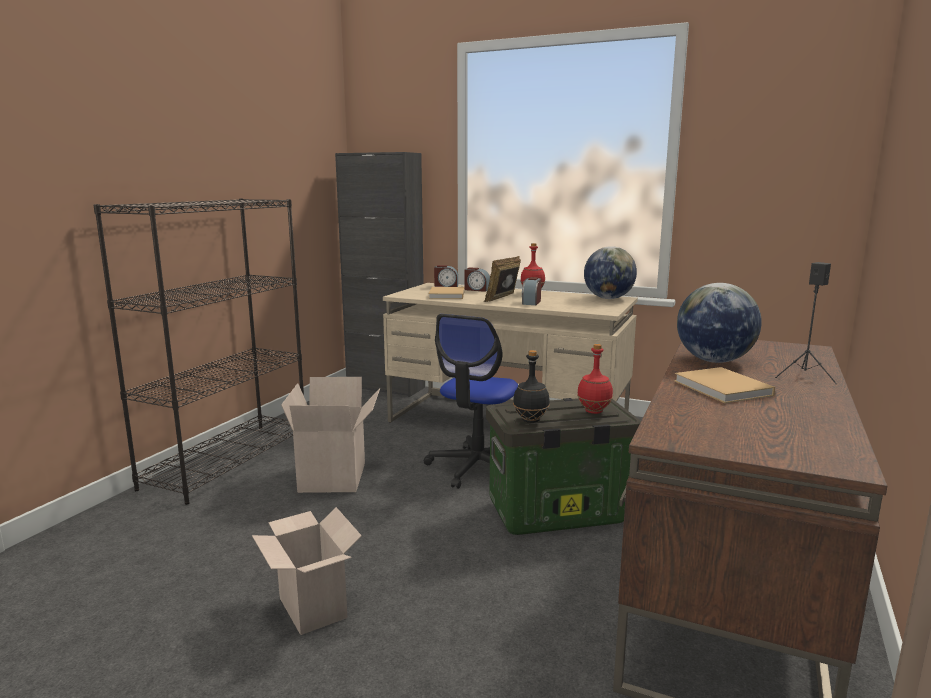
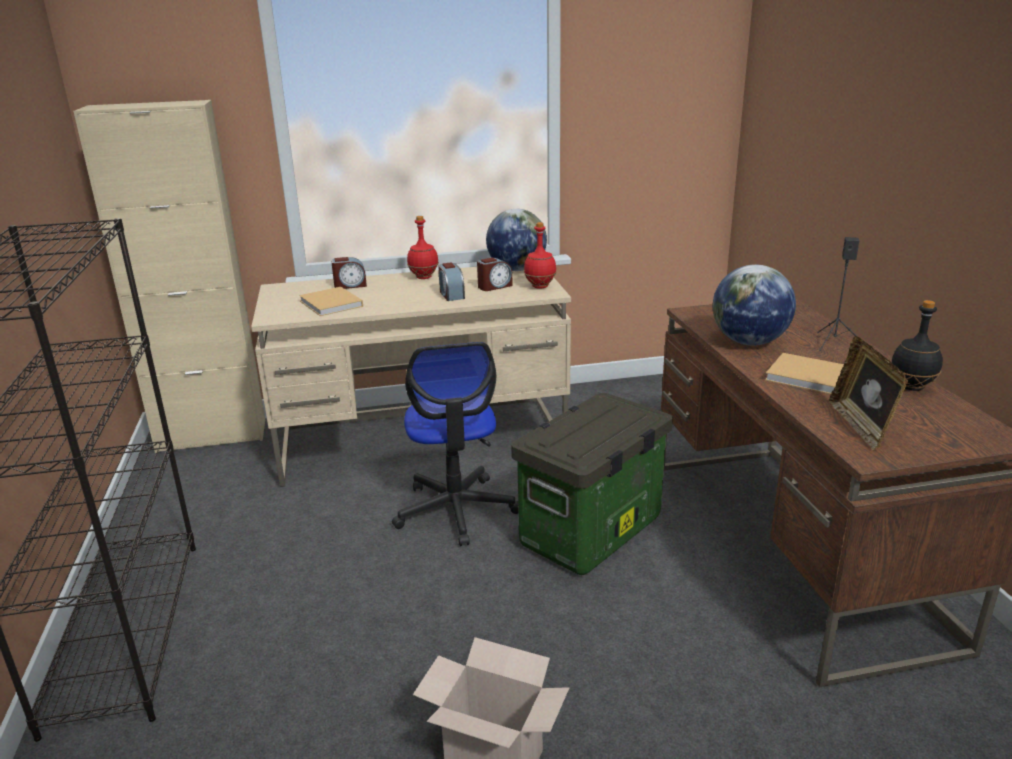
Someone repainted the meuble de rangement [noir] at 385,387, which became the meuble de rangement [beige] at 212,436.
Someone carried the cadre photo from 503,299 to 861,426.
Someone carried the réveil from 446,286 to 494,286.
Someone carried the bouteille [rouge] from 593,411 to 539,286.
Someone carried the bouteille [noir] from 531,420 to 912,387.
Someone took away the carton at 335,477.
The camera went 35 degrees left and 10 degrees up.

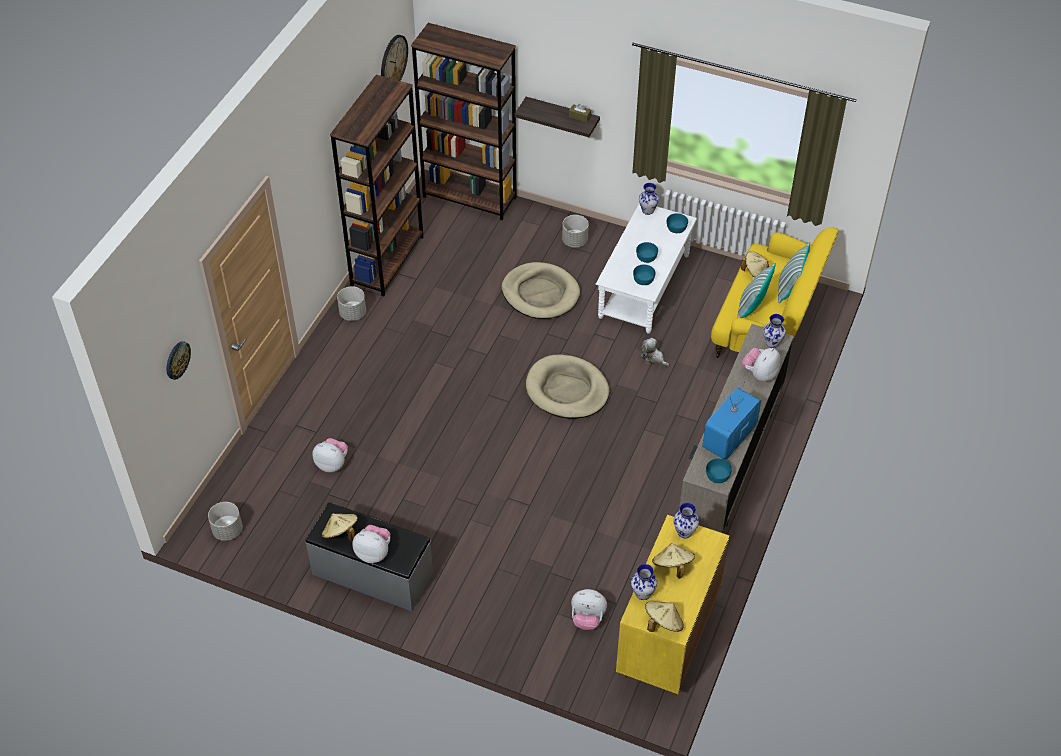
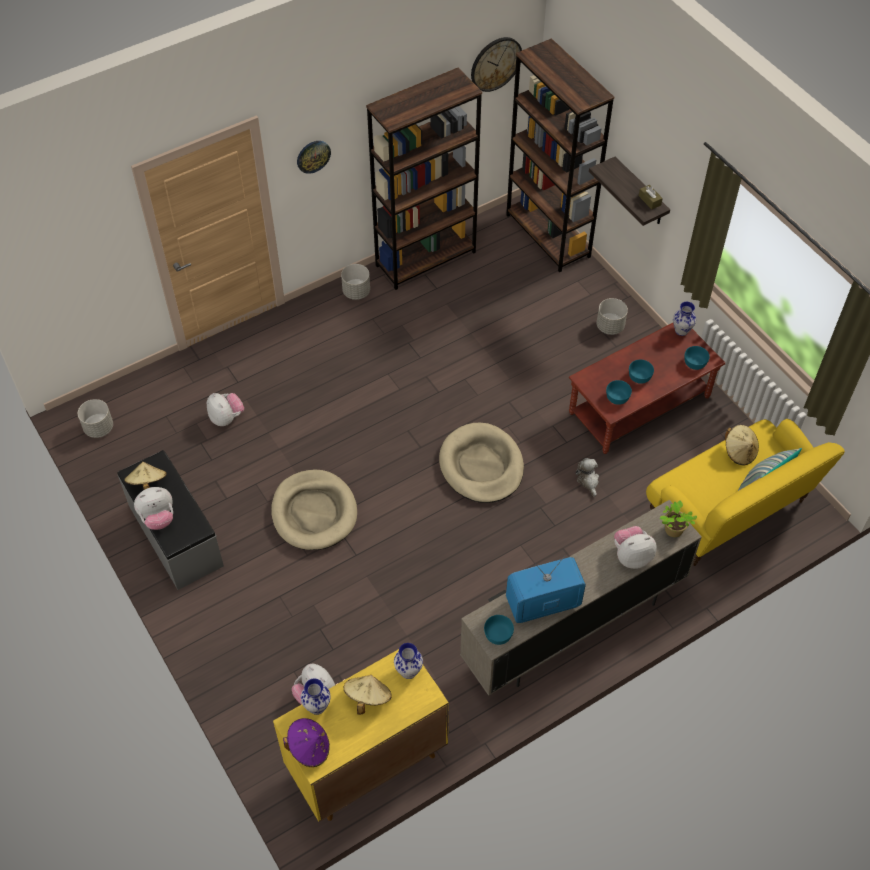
Someone repainted the table basse [blanc] at 644,286, which became the table basse [marron] at 639,405.
Someone carried the panier pour chien [beige] from 540,293 to 314,512.
Someone took away the coussin at 752,307.
Someone swapped the vase at 772,342 for the plante en pot at 672,531.
Someone carried the horloge murale from 177,360 to 313,156.
Someone rotated the peluche at 374,553 by 105 degrees clockwise.
Someone repainted the chapeau [beige] at 663,623, which became the chapeau [violet] at 309,748.
The camera went 35 degrees right and 5 degrees up.

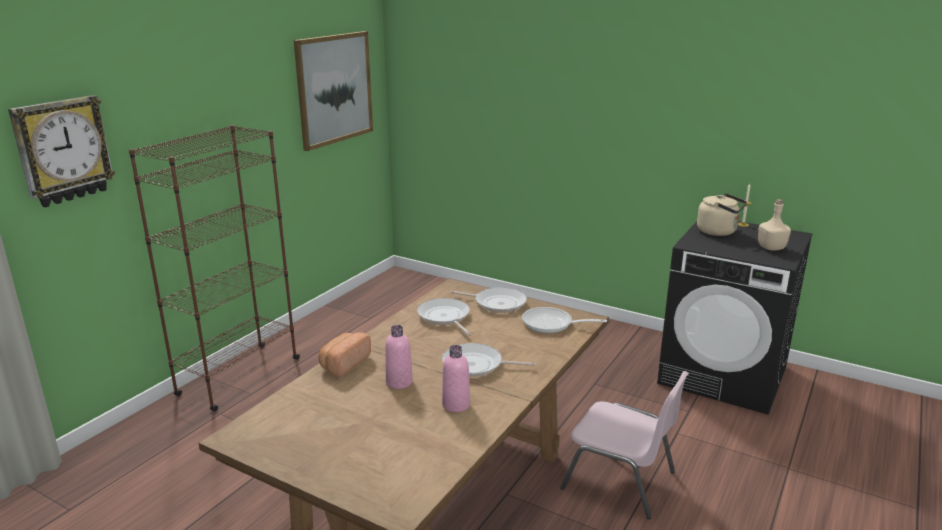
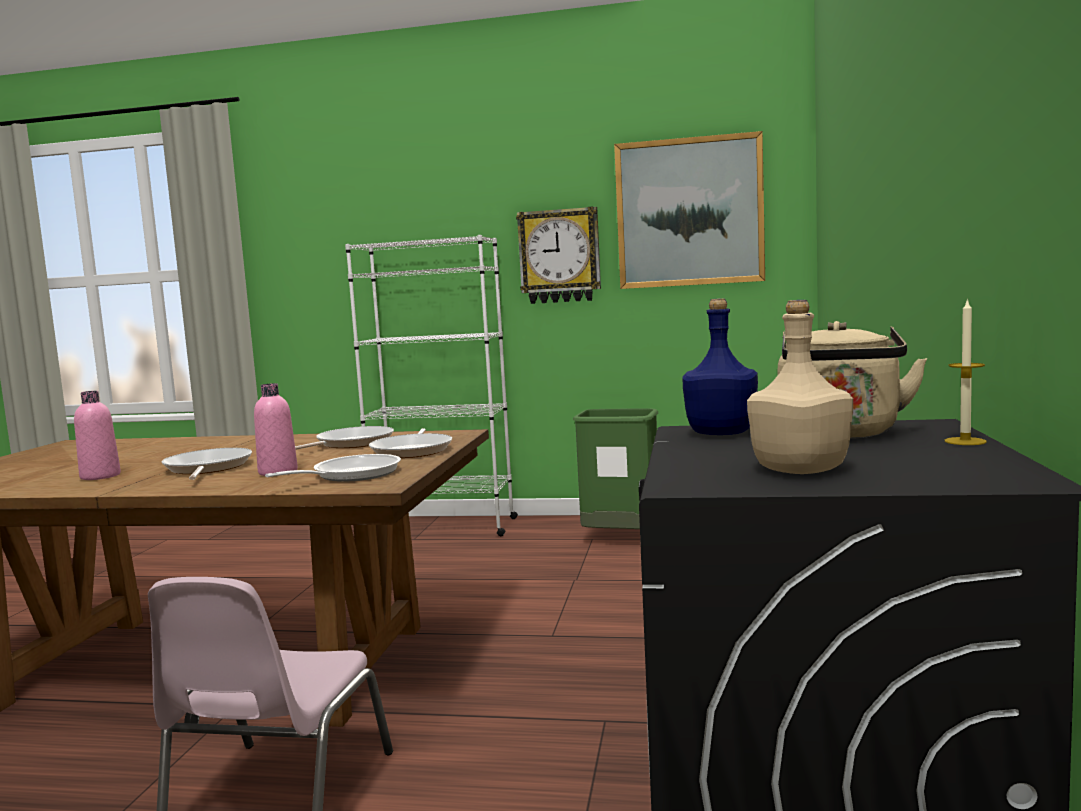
Someone carried the horloge murale from 63,150 to 559,256.
Someone repainted the bibliothèque [marron] at 238,376, which became the bibliothèque [blanc] at 444,527.
Someone rotated the poêle at 552,324 by 45 degrees clockwise.
Someone carried the bouteille [rose] from 399,382 to 278,472.
Someone took away the pain at 343,364.
Someone put down the bouteille [bleu] at 719,433.
Someone put down the poubelle [vert] at 621,540.
The camera went 70 degrees right and 15 degrees down.

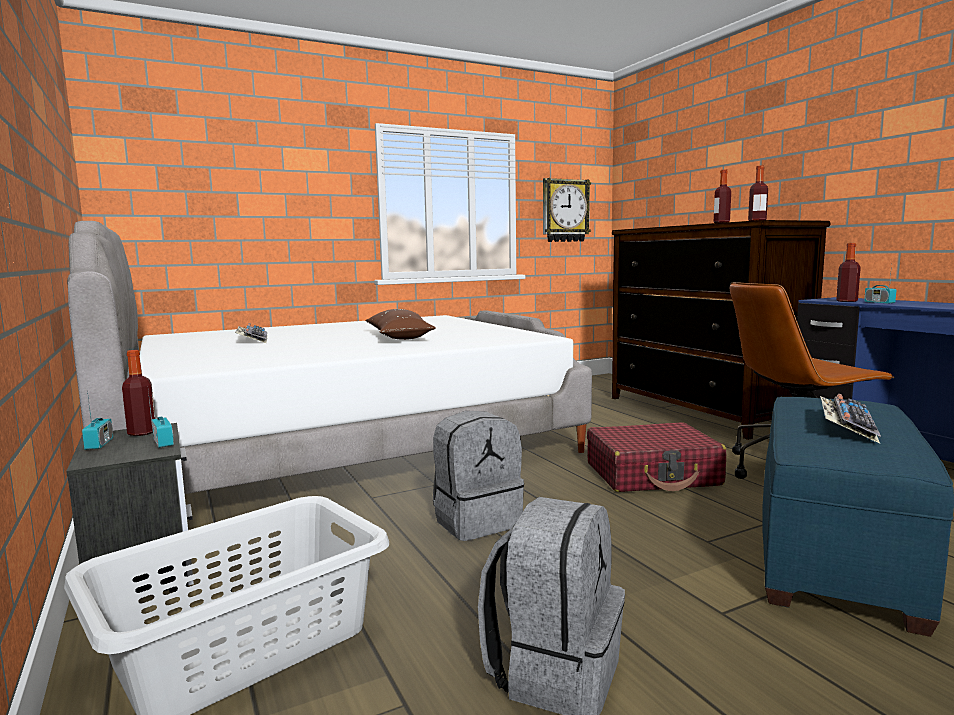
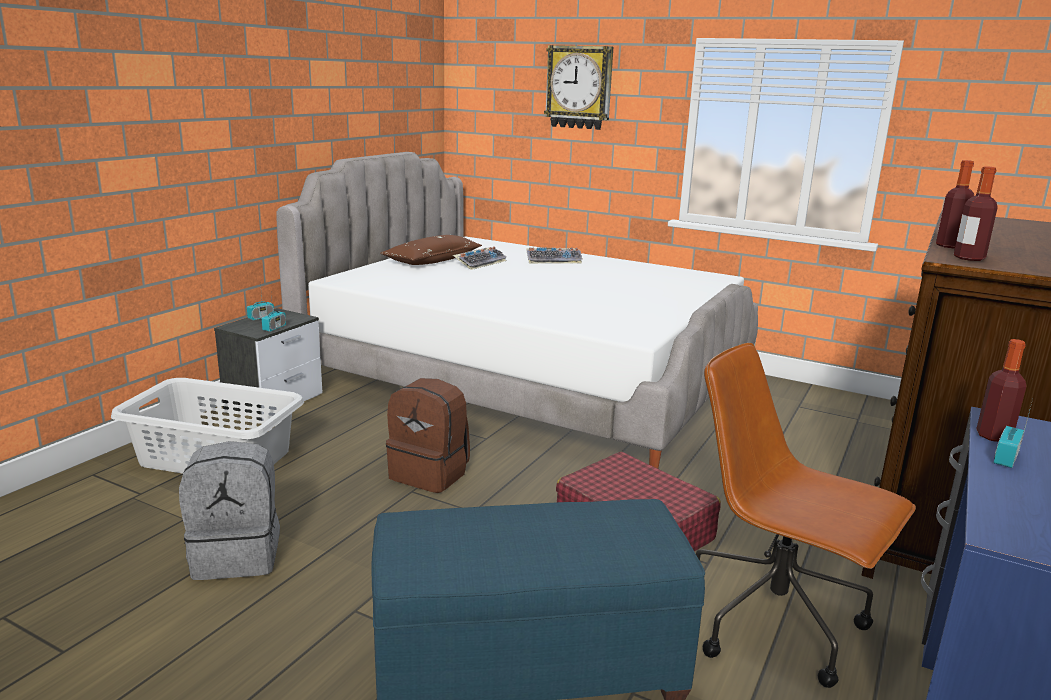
Someone carried the horloge murale from 565,210 to 579,87.
Someone carried the coussin [marron] from 398,337 to 432,260.
Someone took away the bouteille at 142,433.
Someone carried the clavier from 846,426 to 554,260.
Someone repainted the sac à dos [gris] at 477,521, which became the sac à dos [marron] at 430,474.
The camera went 55 degrees right and 10 degrees up.

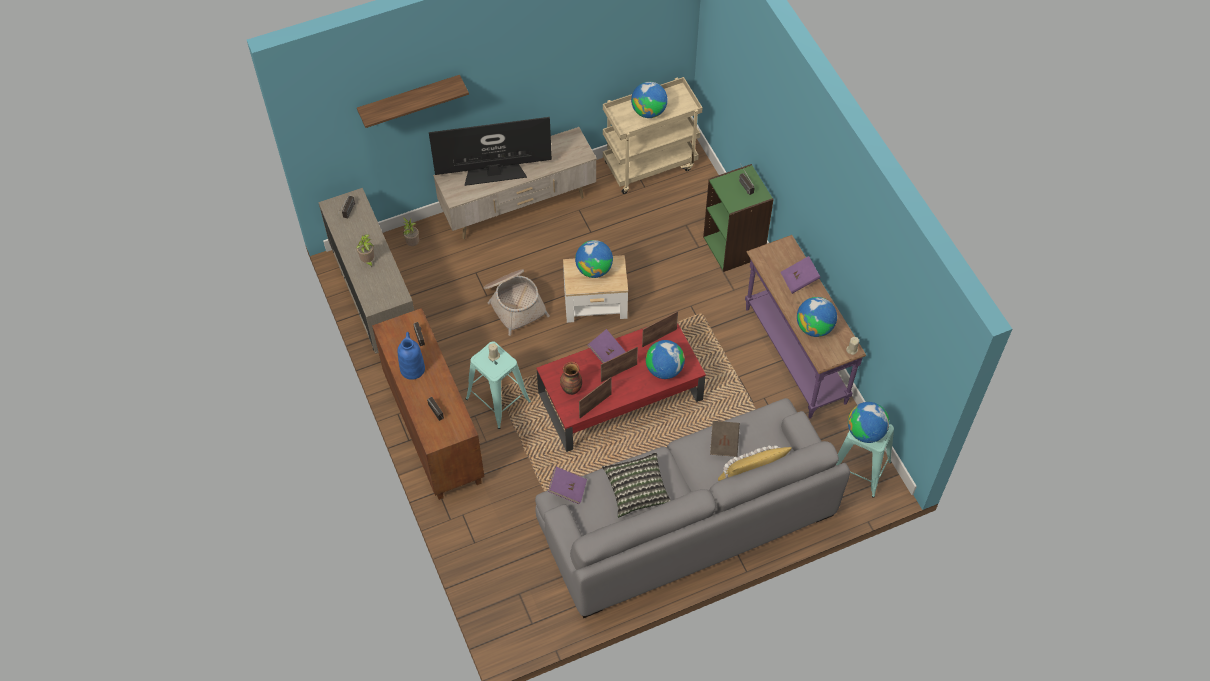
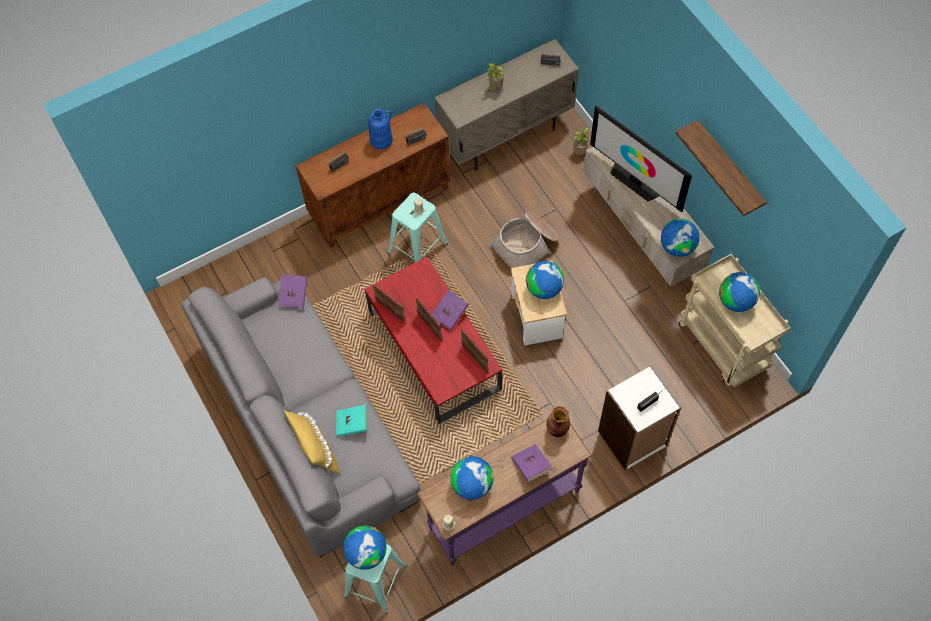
Someone carried the étagère from 410,101 to 729,169.
Someone rotated the téléviseur at 494,173 by 150 degrees clockwise.
Someone repainted the bibliothèque [vert] at 734,246, which became the bibliothèque [blanc] at 632,439.
Someone carried the globe from 664,369 to 677,247.
Someone carried the vase from 571,389 to 556,429.
Someone repainted the livre [marron] at 724,443, which became the livre [turquoise] at 353,424.
Someone took away the coussin at 637,490.
The camera went 85 degrees right and 5 degrees up.

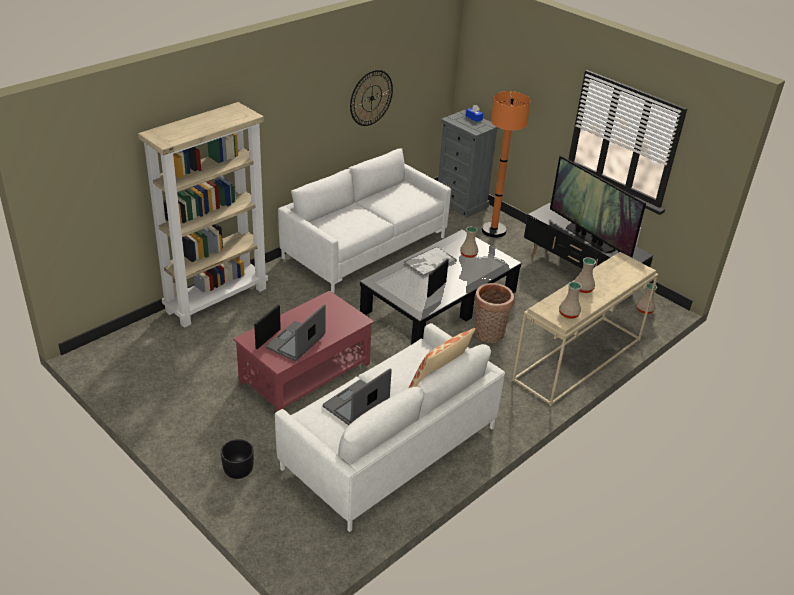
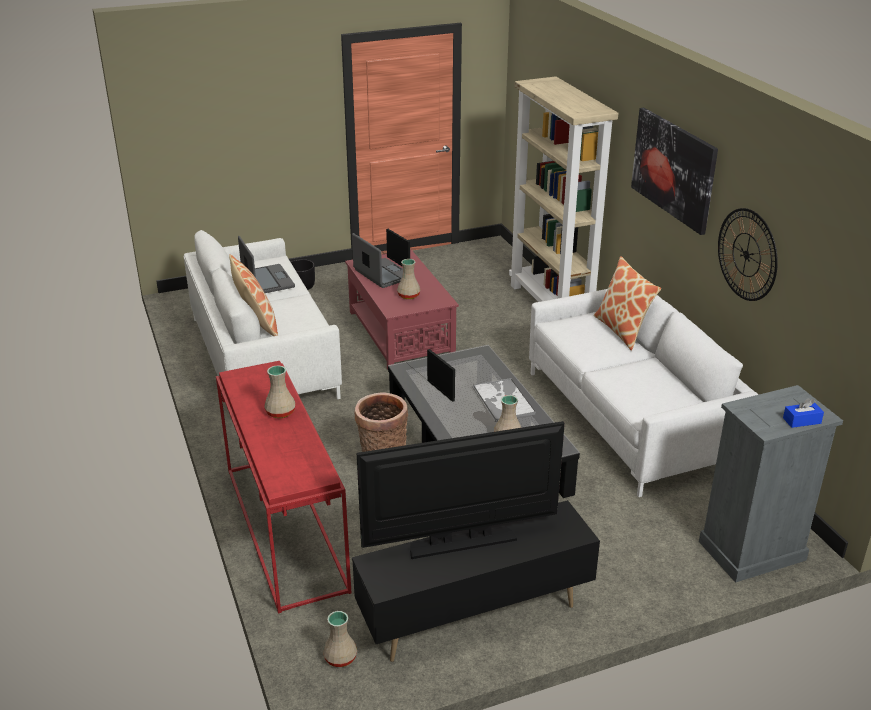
Someone took away the lampadaire [orange] at 493,230.
Someone repainted the table console [beige] at 578,360, which became the table console [rouge] at 283,527.
Someone carried the vase [beige] from 569,314 to 409,296.
Someone put up the tableau at 673,169.
Someone put down the coussin at 622,330.
The camera went 115 degrees right and 5 degrees down.

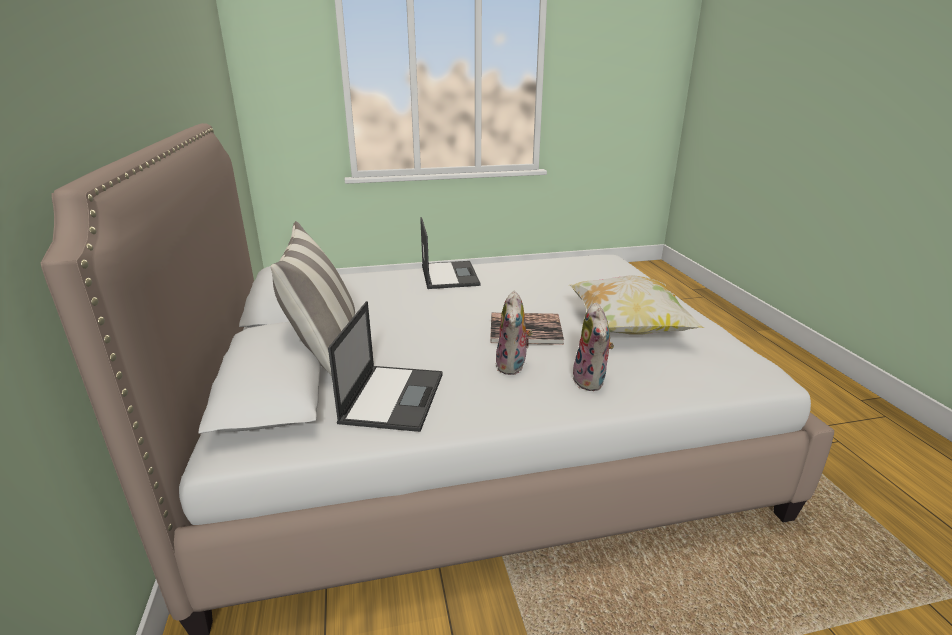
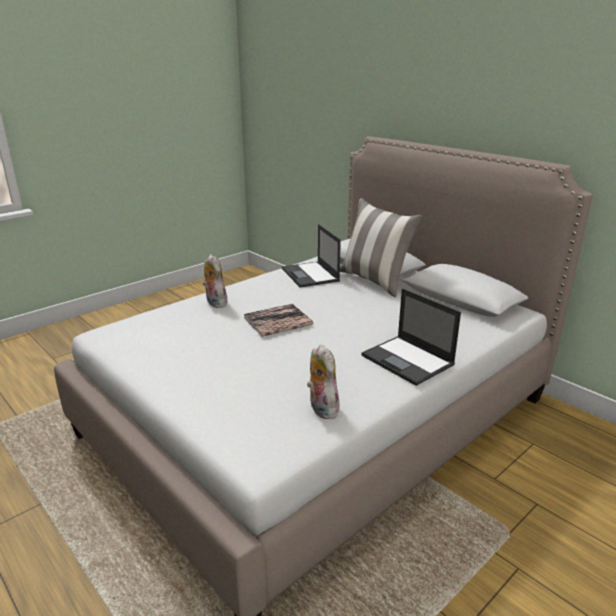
Someone took away the coussin at 627,329.
Someone carried the peluche from 513,366 to 321,409.
The camera went 150 degrees right and 0 degrees up.

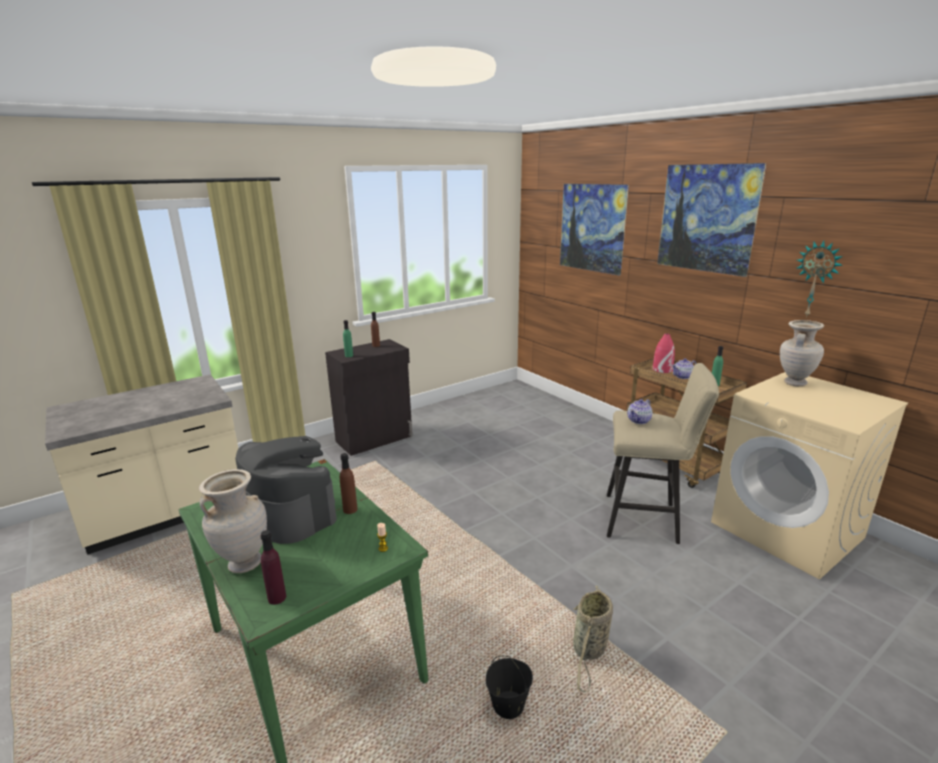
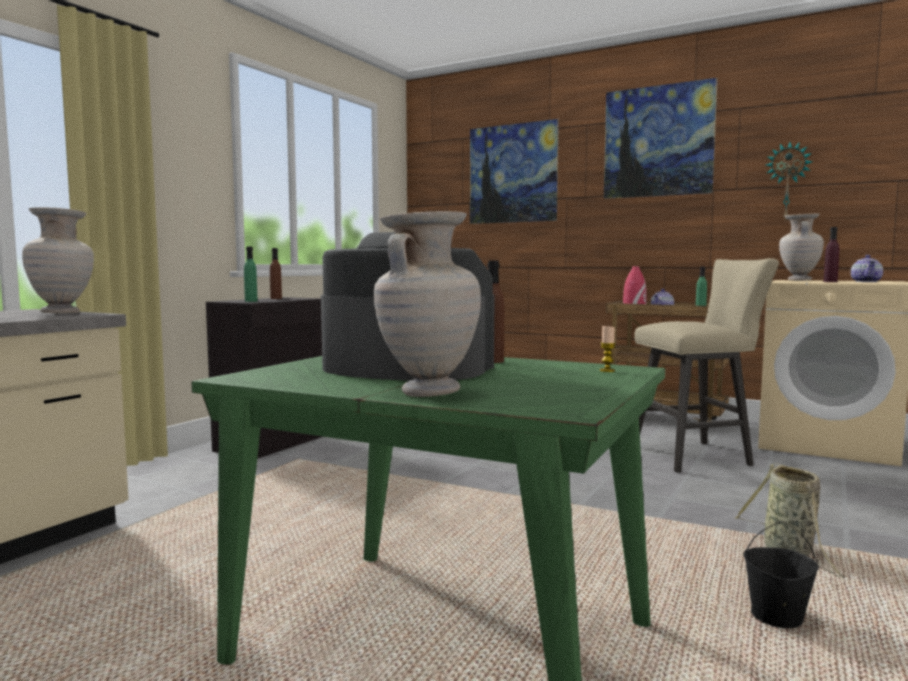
Someone carried the théière from 639,420 to 866,282.
Someone carried the bouteille [violet] from 277,598 to 830,282.
Someone put down the vase [beige] at 62,313.
The camera went 25 degrees left and 15 degrees down.

